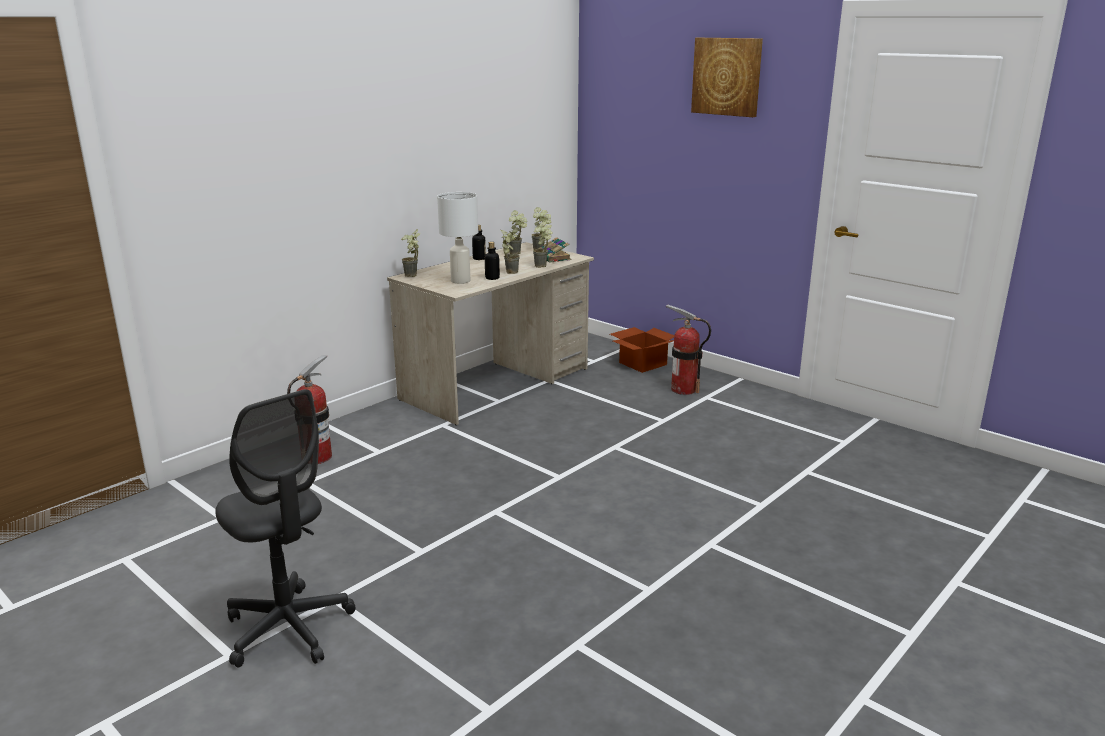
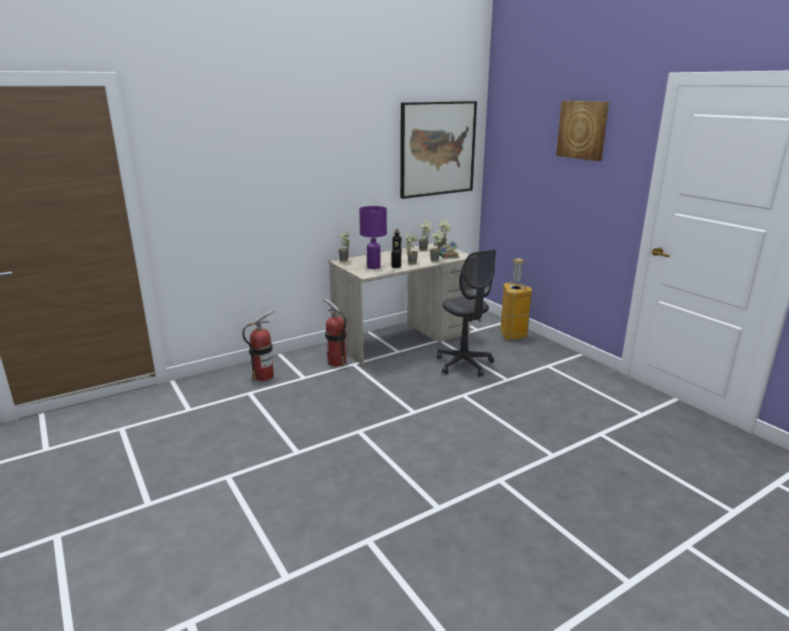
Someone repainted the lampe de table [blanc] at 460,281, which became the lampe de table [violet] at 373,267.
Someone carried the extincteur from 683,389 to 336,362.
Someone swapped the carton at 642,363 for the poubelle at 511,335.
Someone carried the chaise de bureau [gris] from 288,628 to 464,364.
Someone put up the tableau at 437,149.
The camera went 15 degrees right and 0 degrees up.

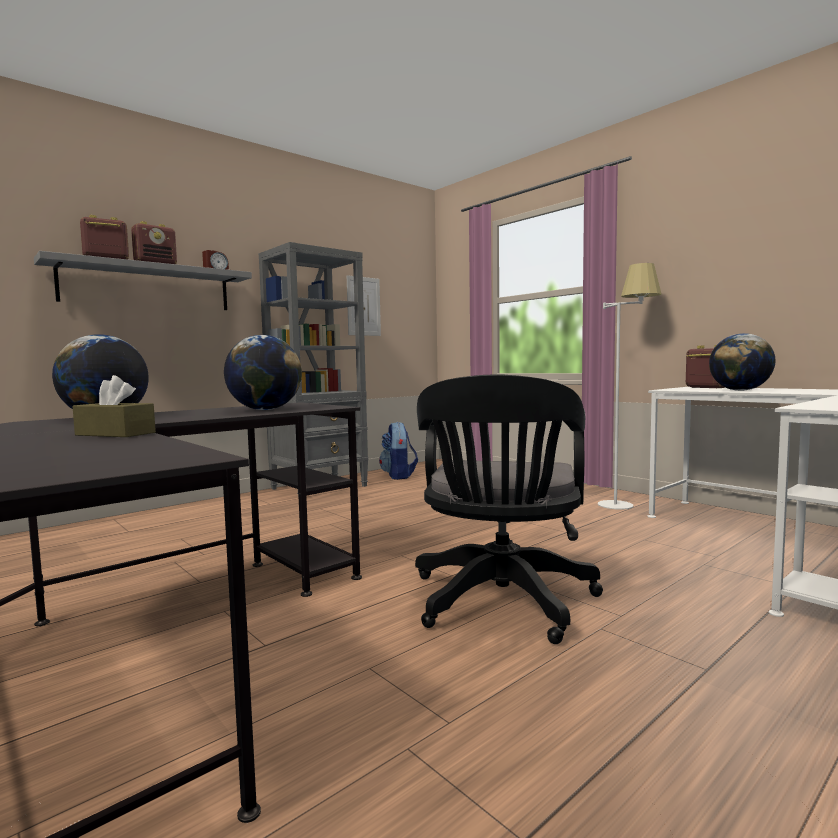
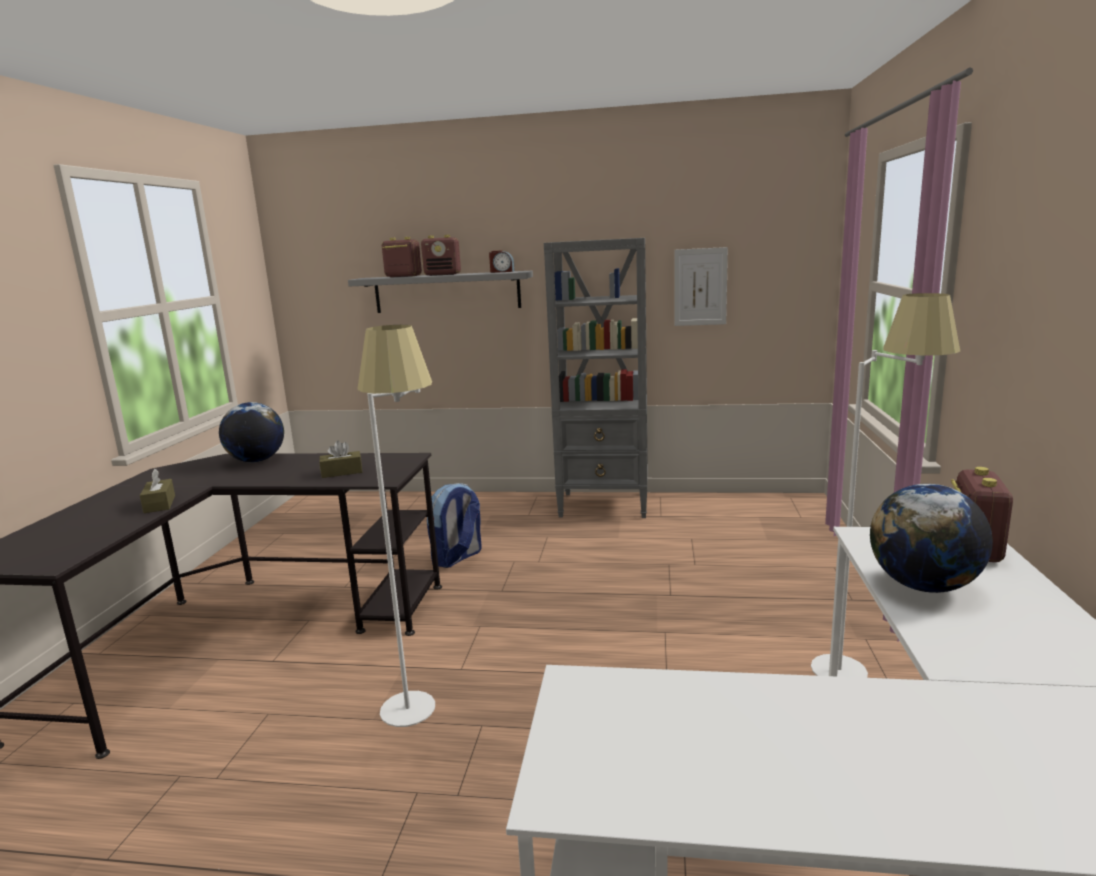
Someone swapped the globe at 265,410 for the boîte à mouchoirs [marron] at 342,472.
Someone swapped the chaise de bureau [noir] at 501,603 for the lampadaire [blanc] at 423,719.
Someone carried the sac à dos from 398,476 to 457,558.
The camera went 50 degrees right and 10 degrees up.

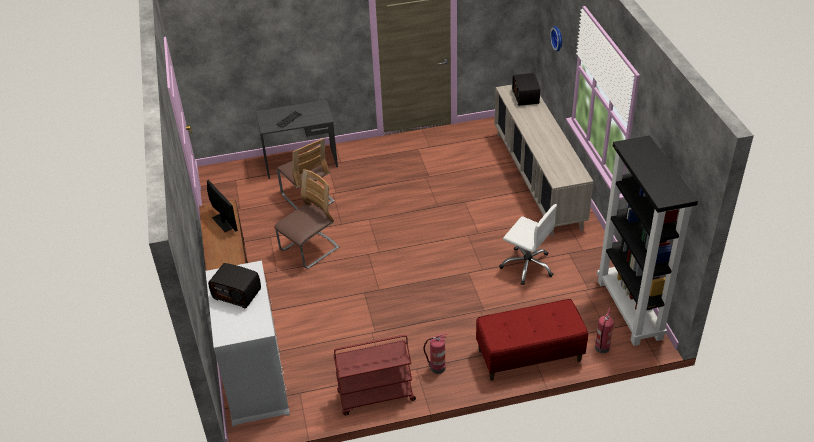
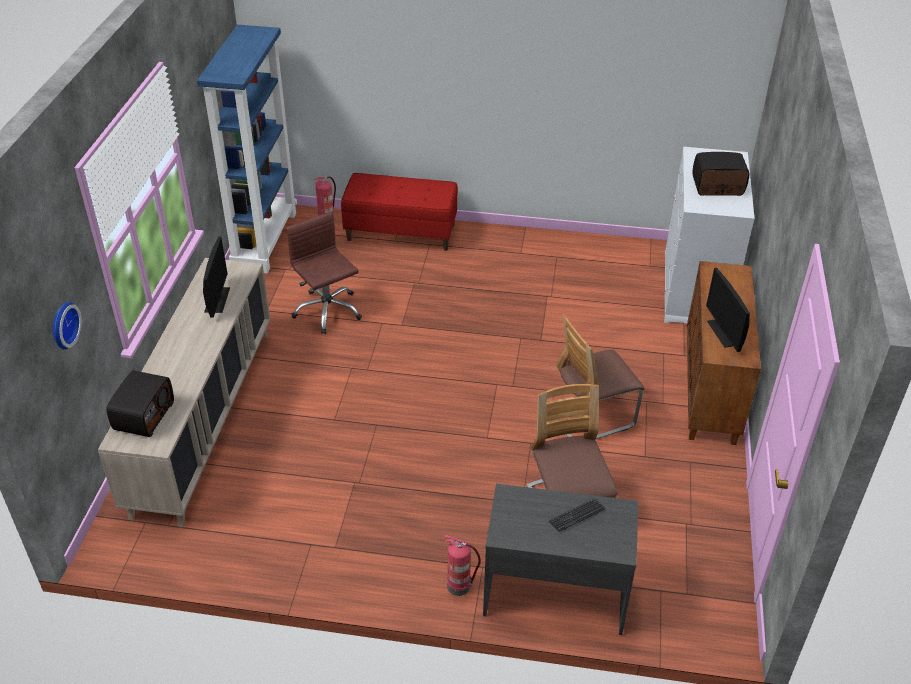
Someone repainted the bibliothèque [noir] at 630,310, which became the bibliothèque [bleu] at 265,240.
Someone repainted the chaise de bureau [blanc] at 527,266, which became the chaise de bureau [marron] at 327,311.
Someone rotated the radio at 237,294 by 45 degrees counterclockwise.
Someone carried the extincteur from 437,368 to 460,586.
Someone took away the chariot [rouge] at 375,397.
Someone put down the écran d'ordinateur at 217,299.
The camera went 160 degrees left and 0 degrees up.

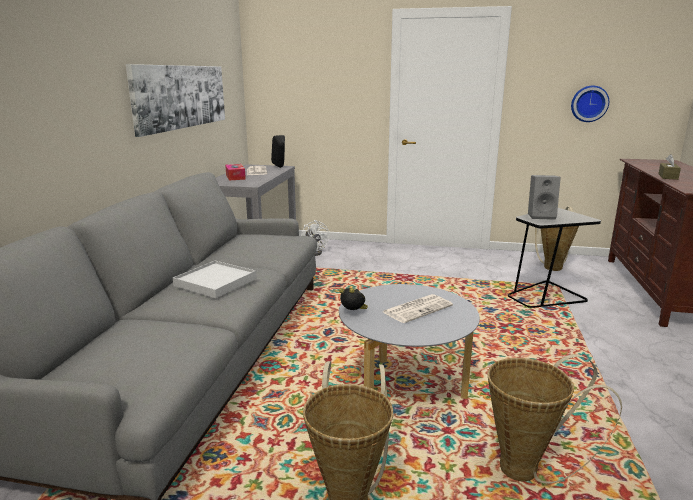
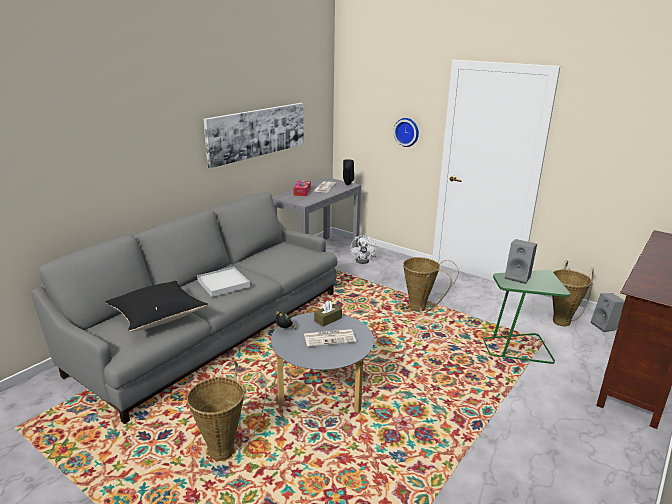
Someone carried the horloge murale from 589,103 to 407,132.
Someone carried the boîte à mouchoirs [marron] from 668,176 to 328,319.
Someone repainted the table d'appoint [noir] at 544,296, which became the table d'appoint [vert] at 518,348.
Someone carried the panier from 528,470 to 421,309.
Someone put down the coussin [noir] at 158,317.
Someone put down the enceinte [gris] at 605,326.
The camera went 25 degrees right and 5 degrees up.

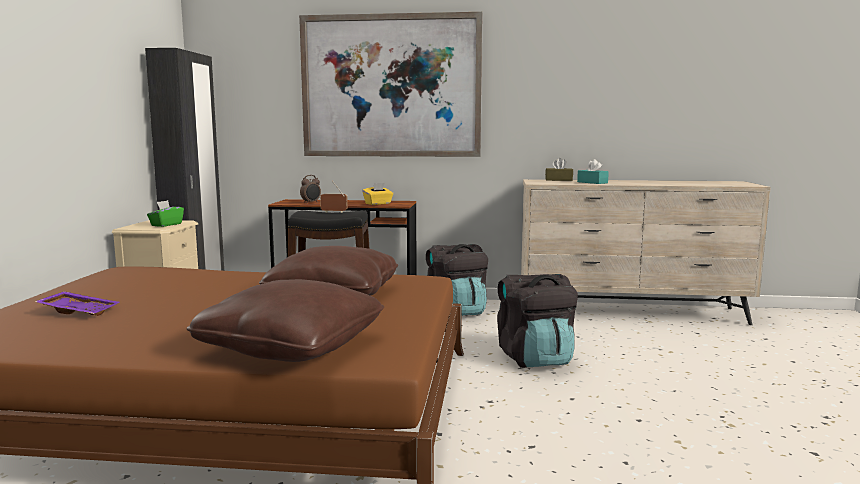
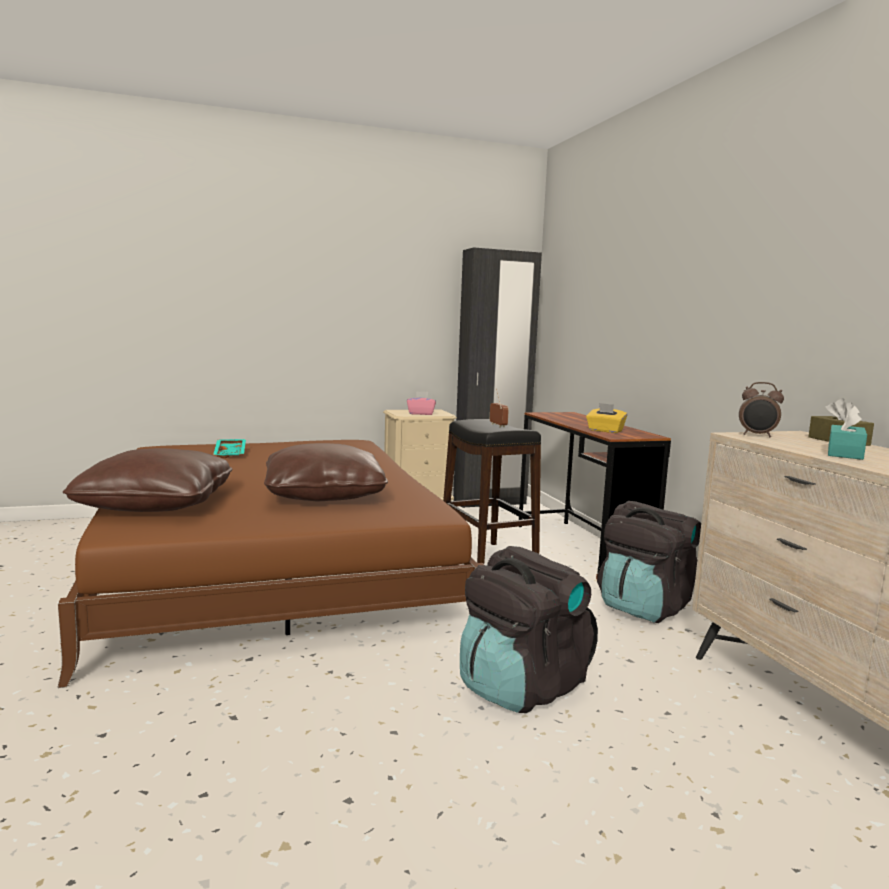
Someone took away the tableau at 391,86.
Someone carried the réveil from 311,202 to 757,435.
Someone repainted the boîte à mouchoirs [vert] at 166,225, which became the boîte à mouchoirs [rose] at 421,413.
Someone repainted the plateau [violet] at 80,311, which became the plateau [turquoise] at 231,454.
The camera went 65 degrees right and 0 degrees up.

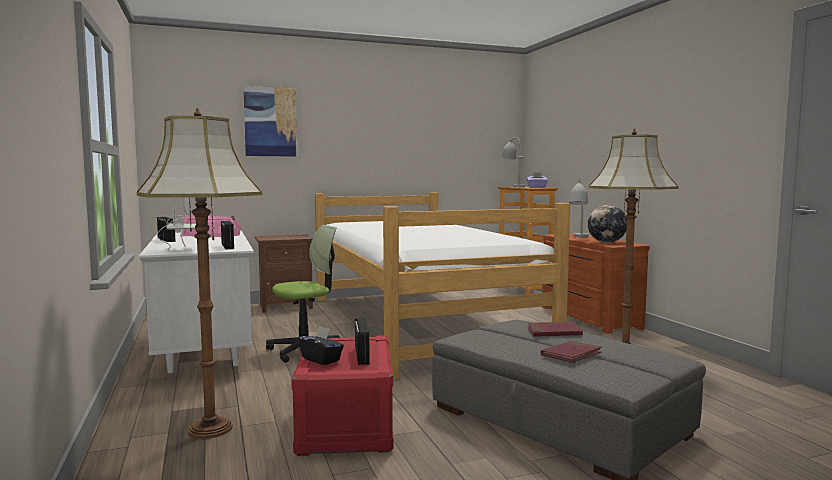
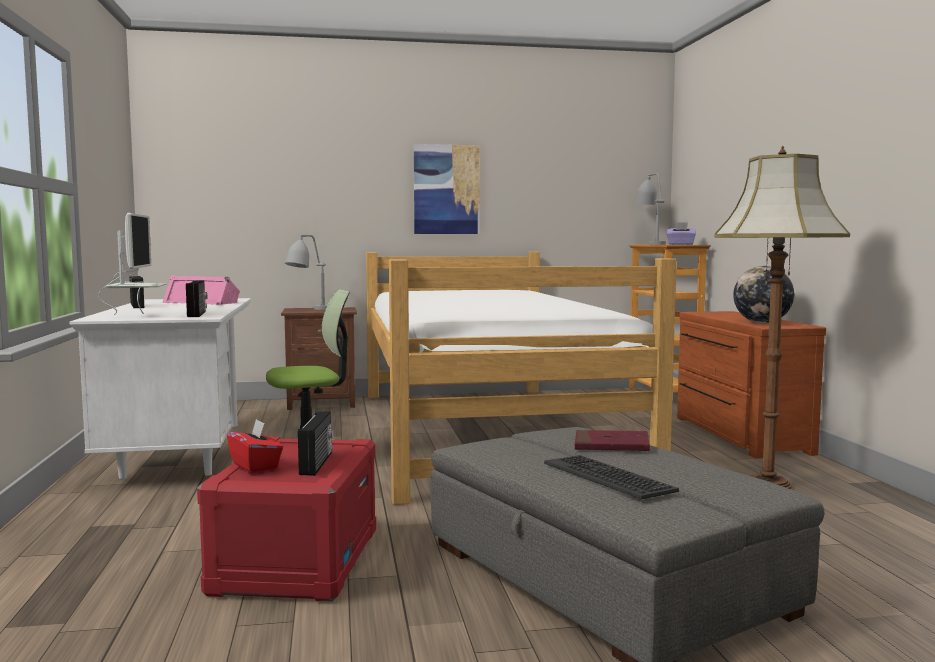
Someone carried the tableau from 270,122 to 446,189.
Someone took away the lampadaire at 208,429.
Someone carried the lampe de table [gris] from 579,238 to 308,310.
Someone repainted the boîte à mouchoirs [noir] at 321,359, which became the boîte à mouchoirs [rouge] at 255,466.
Someone swapped the livre [rouge] at 571,355 for the clavier at 608,477.
The camera went 10 degrees right and 0 degrees up.

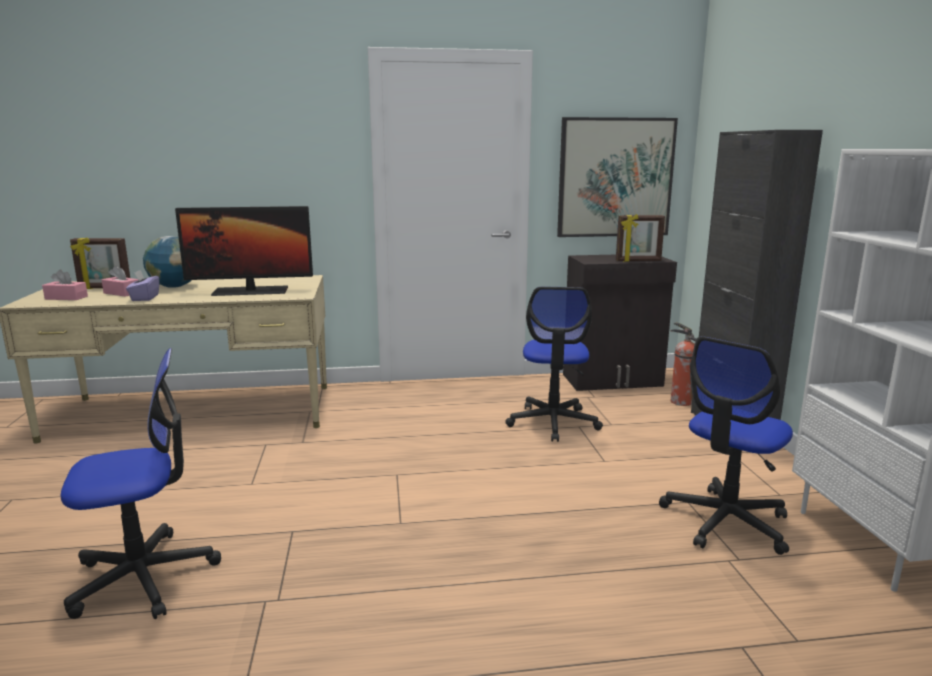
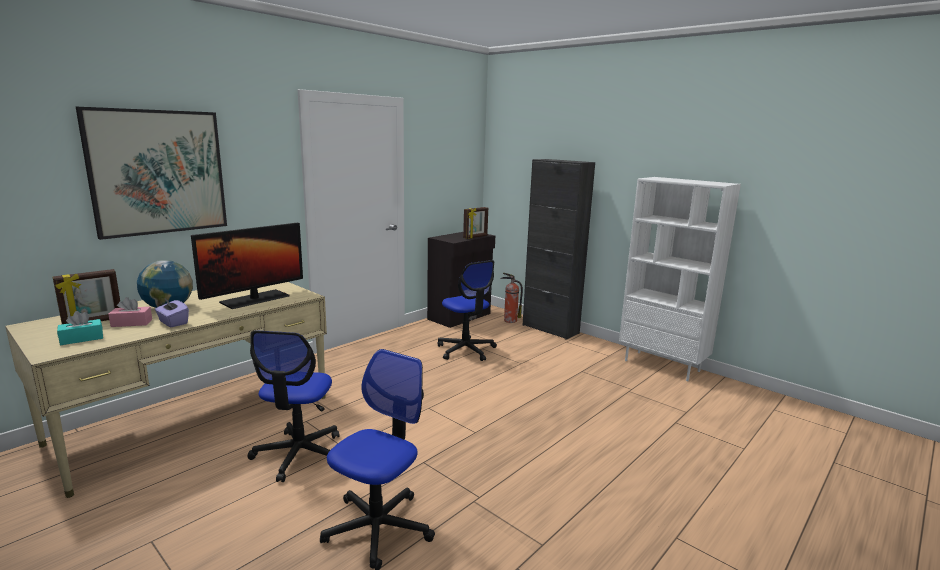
Someone carried the tableau from 615,178 to 158,172.
Someone repainted the boîte à mouchoirs [rose] at 66,298, which became the boîte à mouchoirs [turquoise] at 82,339.
Someone carried the chaise de bureau from 725,521 to 299,454.
The camera went 40 degrees left and 0 degrees up.

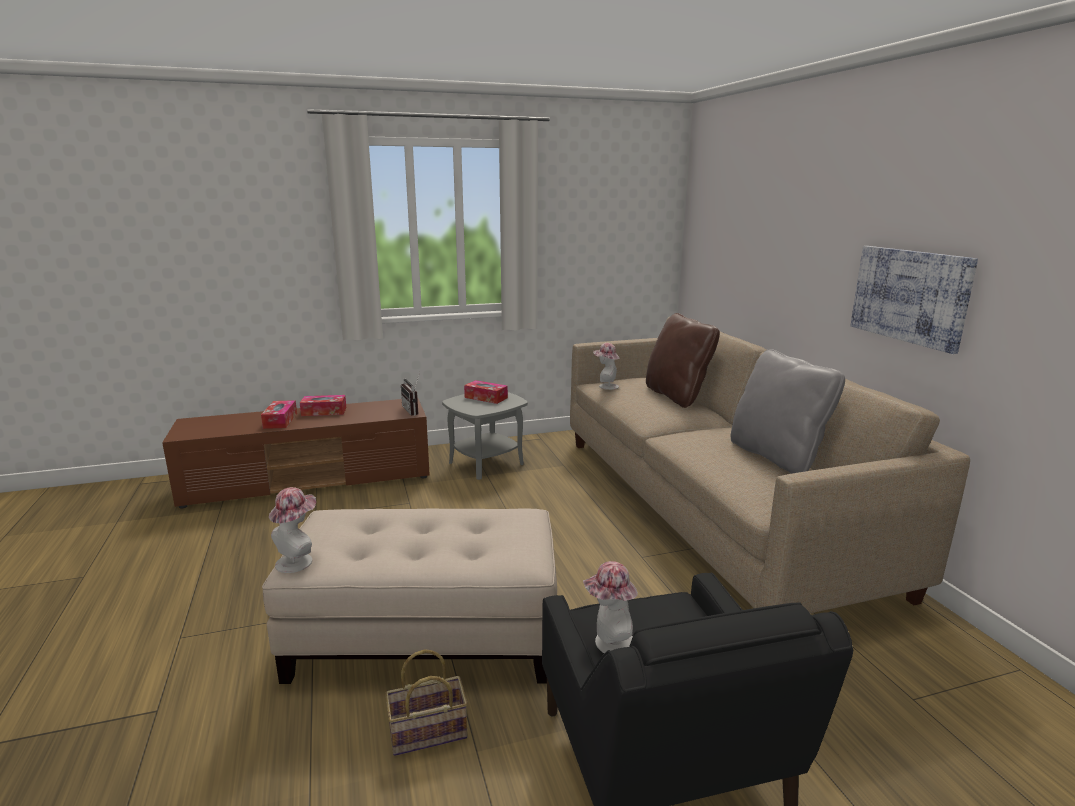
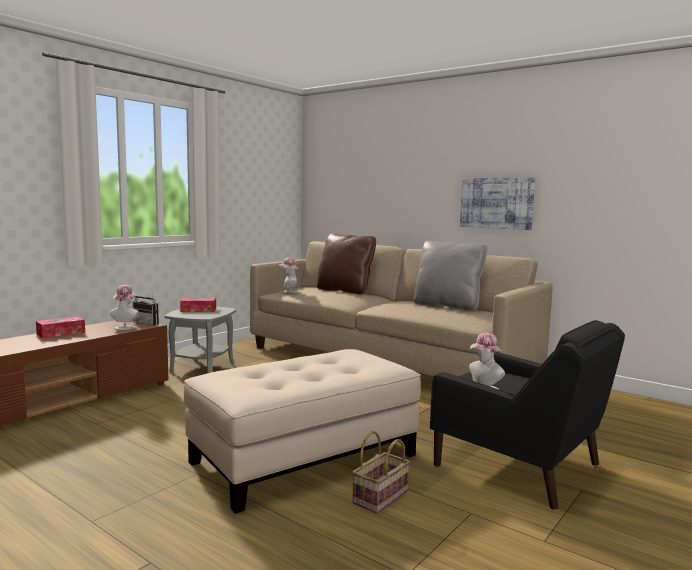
Someone took away the boîte à mouchoirs at 280,420.
Someone carried the chapeau from 298,560 to 125,327.
The camera went 35 degrees left and 10 degrees down.

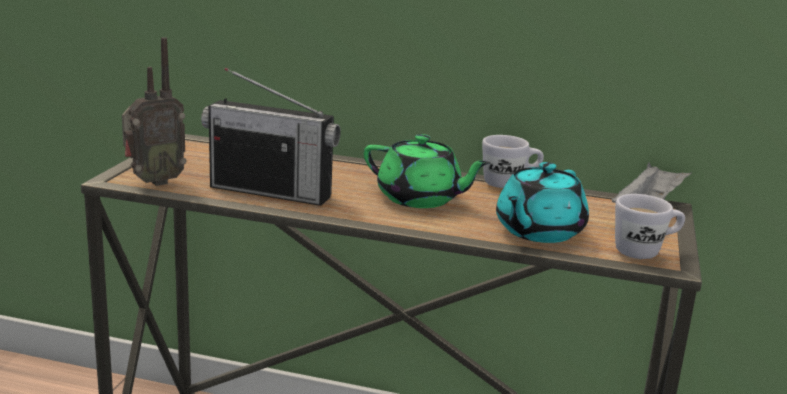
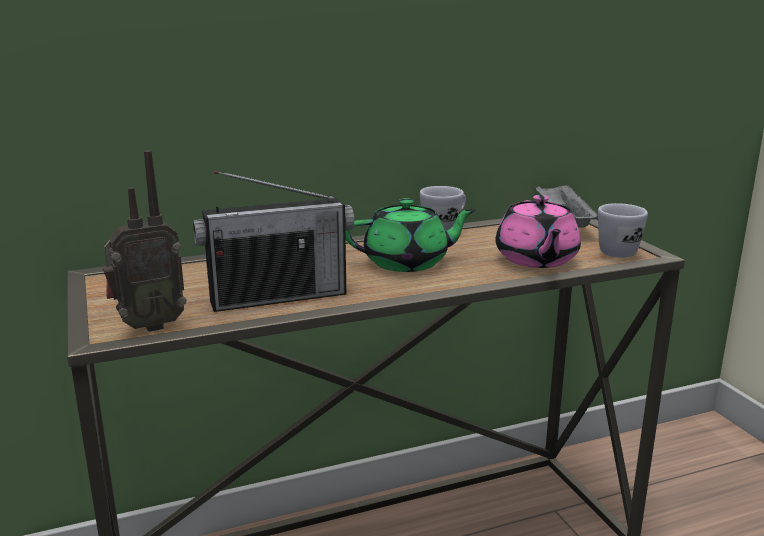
Someone rotated the radio at 153,182 by 45 degrees clockwise.
Someone repainted the théière [turquoise] at 538,231, which became the théière [rose] at 536,259.
The camera went 35 degrees left and 0 degrees up.

